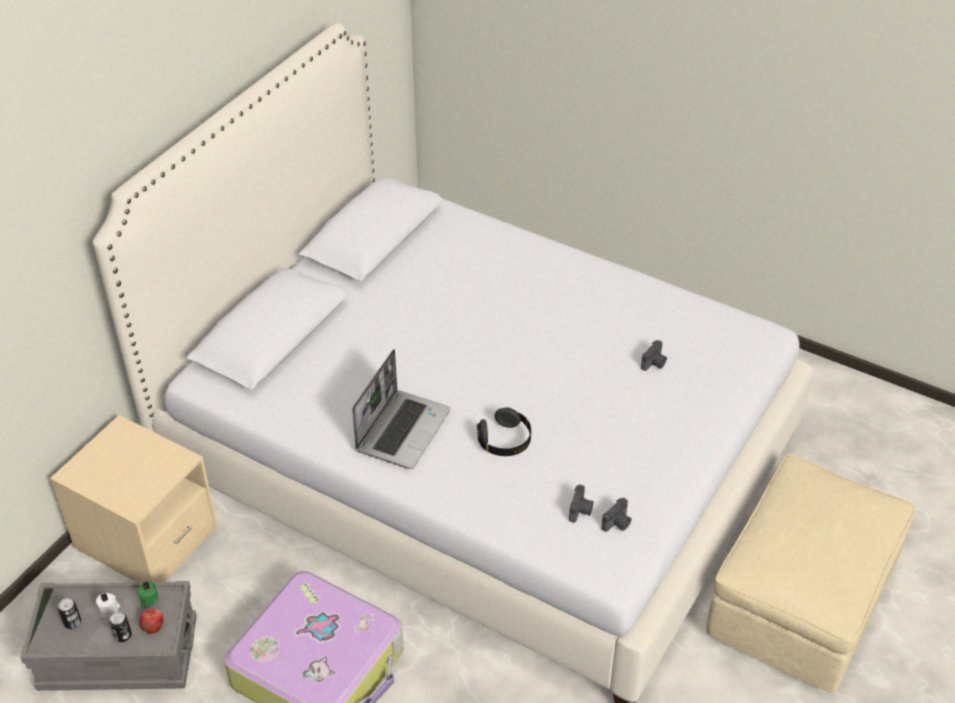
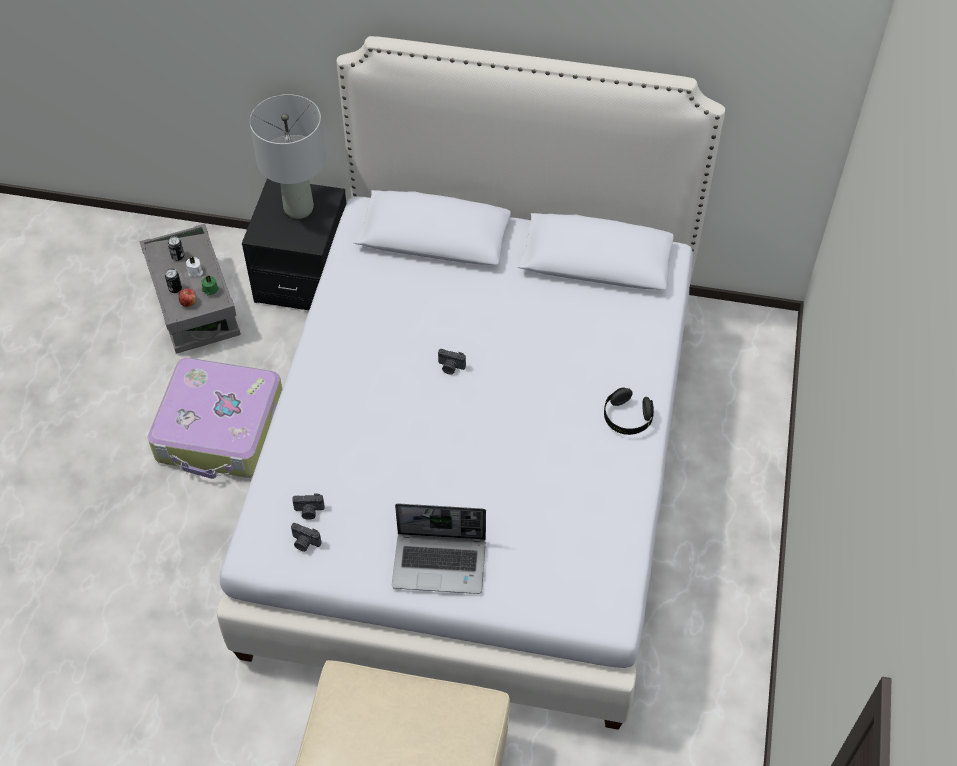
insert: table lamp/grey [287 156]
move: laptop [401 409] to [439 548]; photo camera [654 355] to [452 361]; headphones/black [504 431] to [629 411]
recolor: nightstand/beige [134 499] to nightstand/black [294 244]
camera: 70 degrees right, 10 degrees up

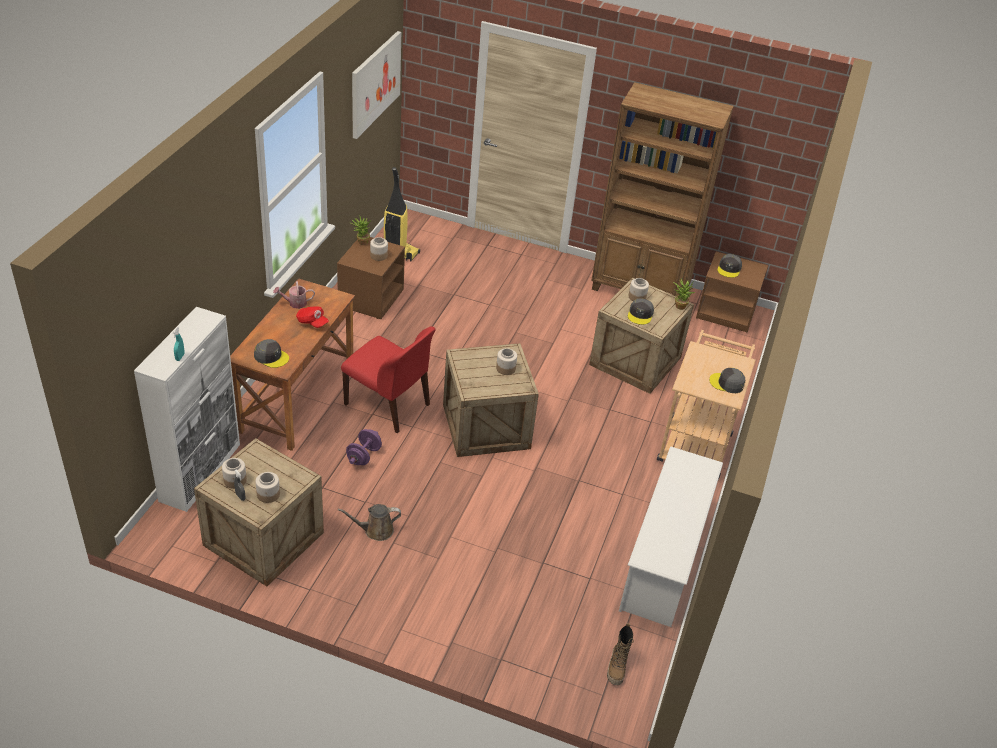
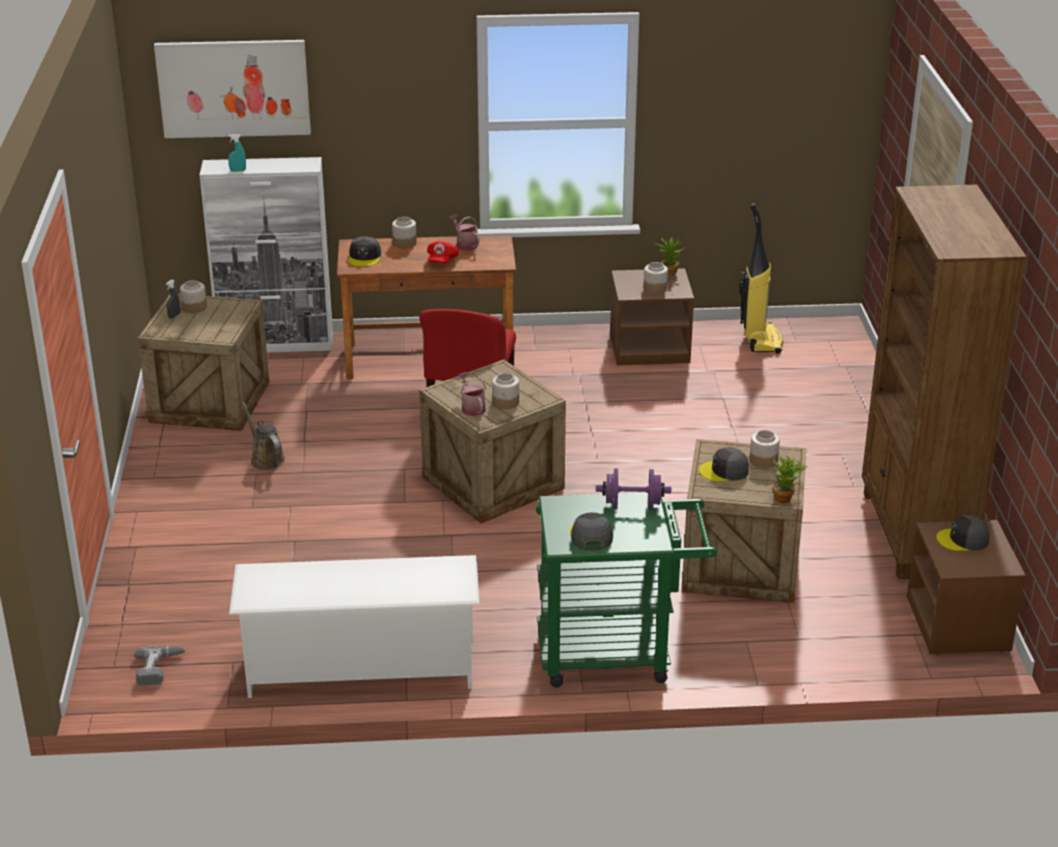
insert: watering can [472 394]
move: picture [376 85] to [232 89]; jar [268 487] to [404 232]; dumbbell/purple [364 447] to [633 489]
replace: boot [620 654] to power drill [160 666]
recolor: cart/beige [706 404] to cart/green [626 589]
camera: 70 degrees right, 10 degrees down

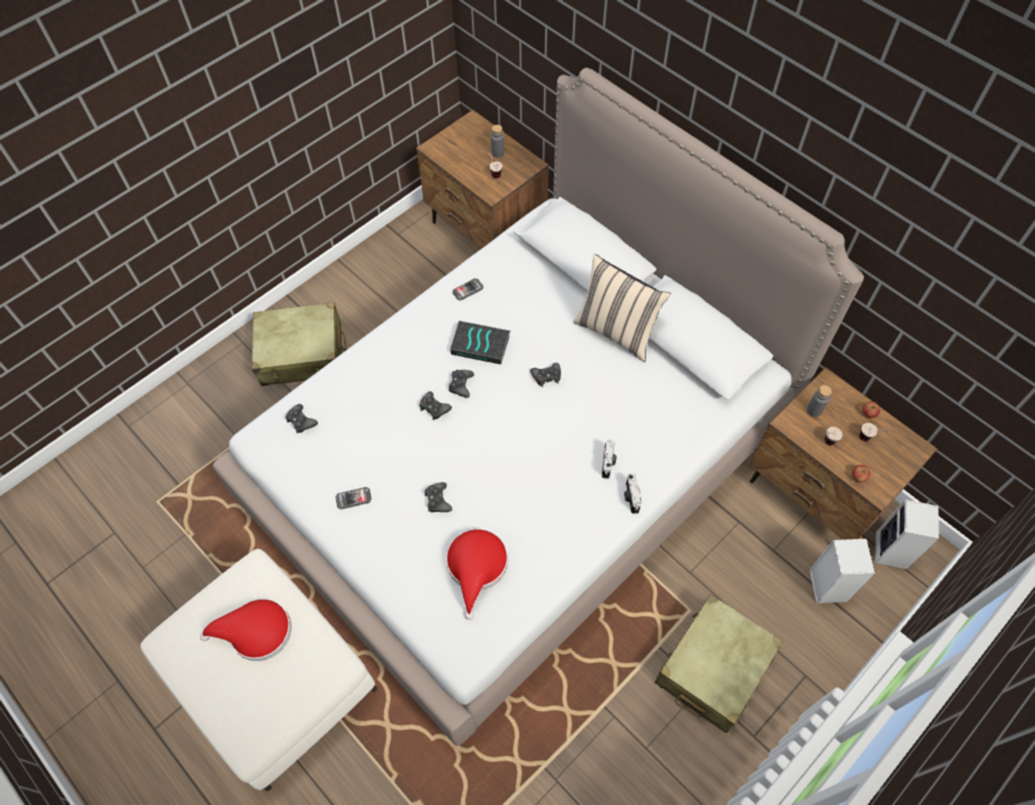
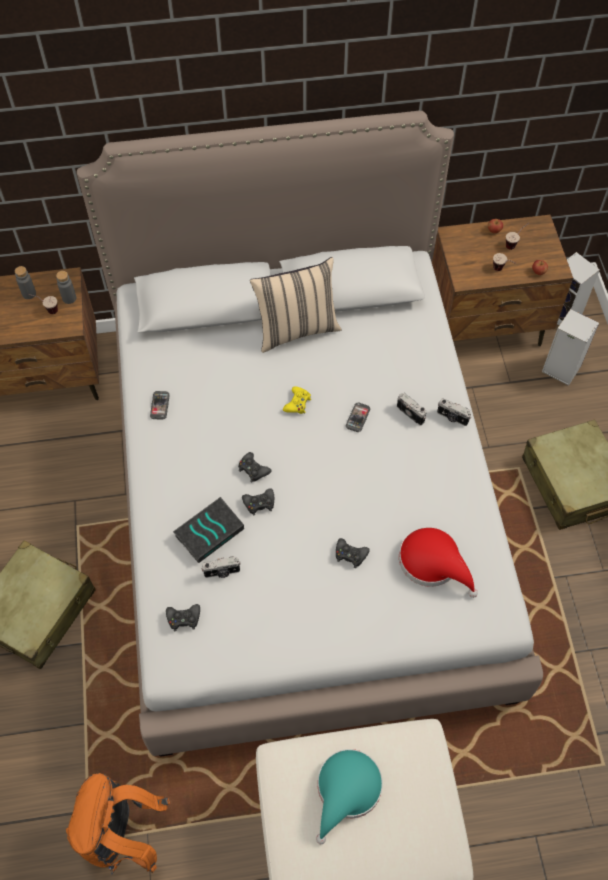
insert: backpack/orange [118 824]; photo camera [221 567]
move: bottle/grey [819 401] to [66 287]; book [480 342] to [208 530]; phone [354 498] to [358 417]
recolor: game controller/black [545 375] to game controller/yellow [297 400]; hat/red [246 629] to hat/turquoise [349 796]
camera: 55 degrees left, 0 degrees up

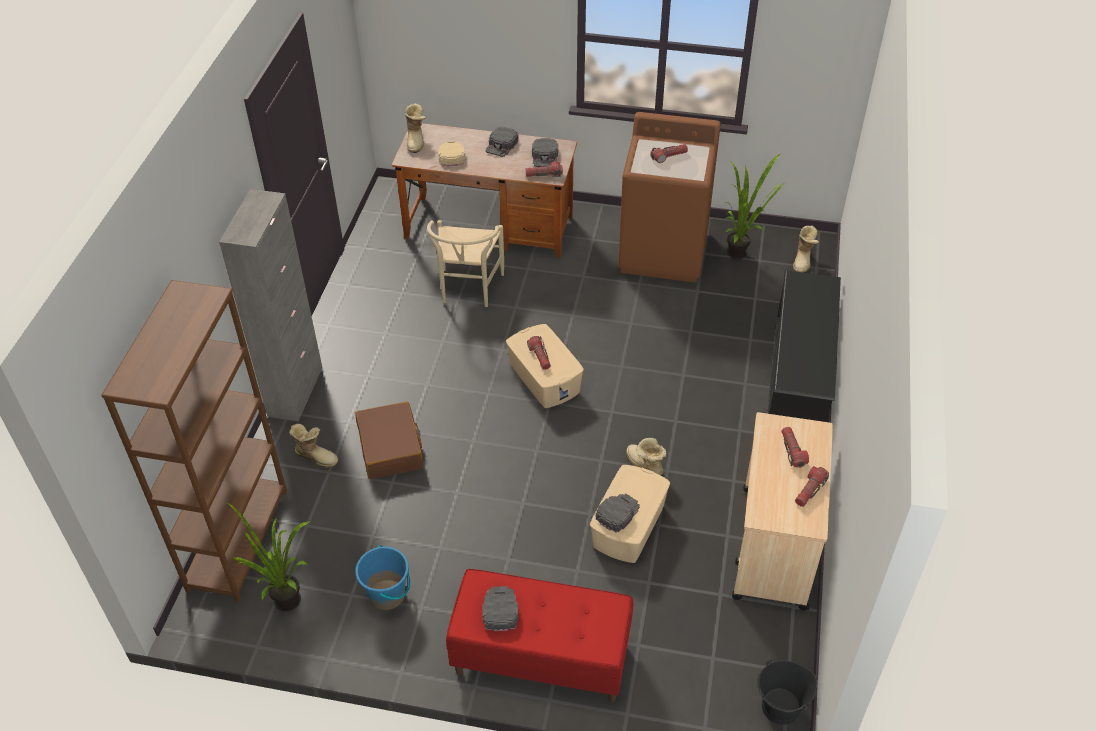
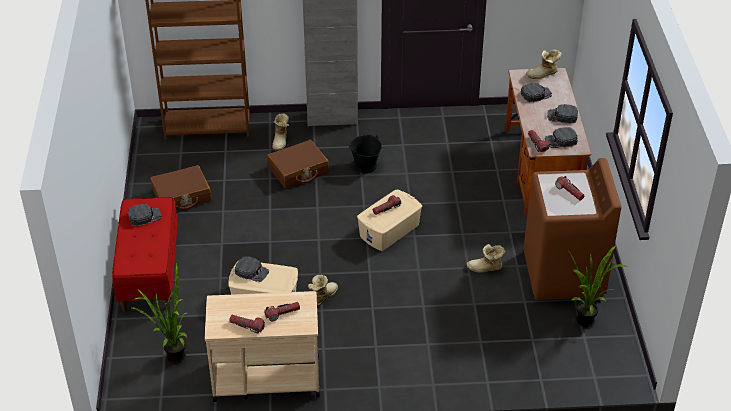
delete: chair/beige [465 263]; shoe rack/black [804 346]
move: potted plant [268 557] to [160 313]; bucket/black [787 692] to [365 154]; boot [806 249] to [486 258]
replace: bucket/blue [382 577] to suitcase/brown [180 187]
recolor: cap/beige [451 154] to cap/black [536 92]
camera: 75 degrees right, 5 degrees down

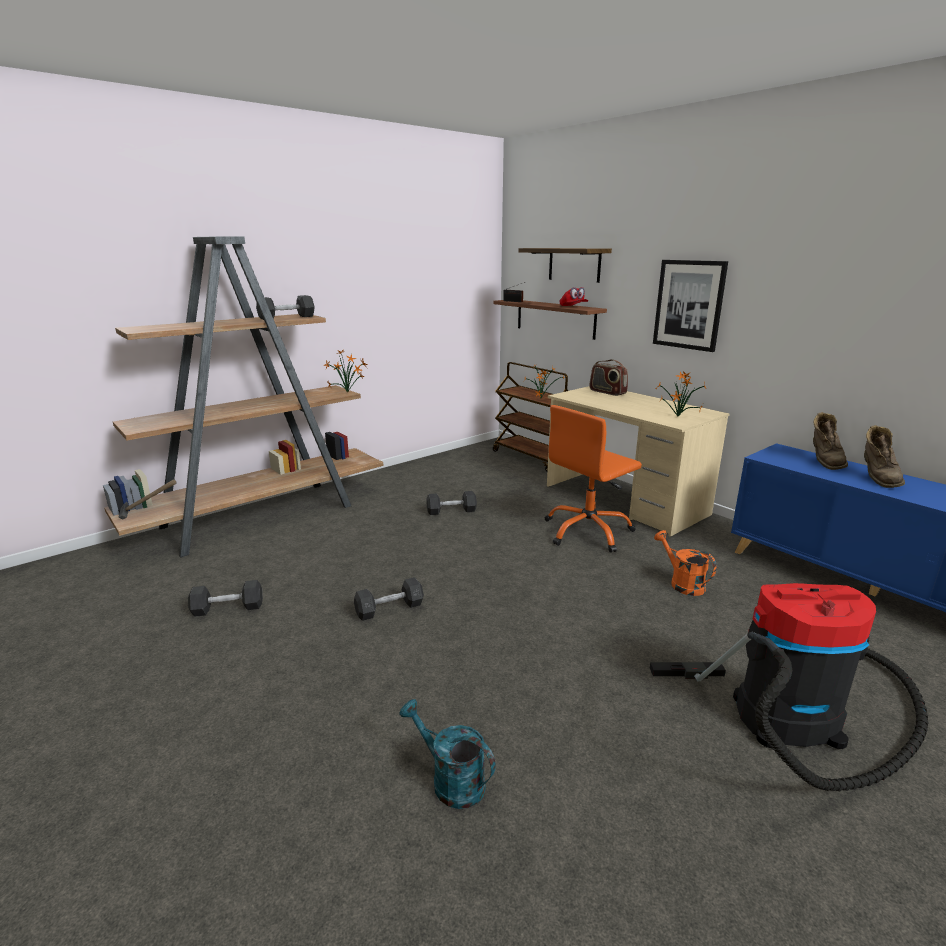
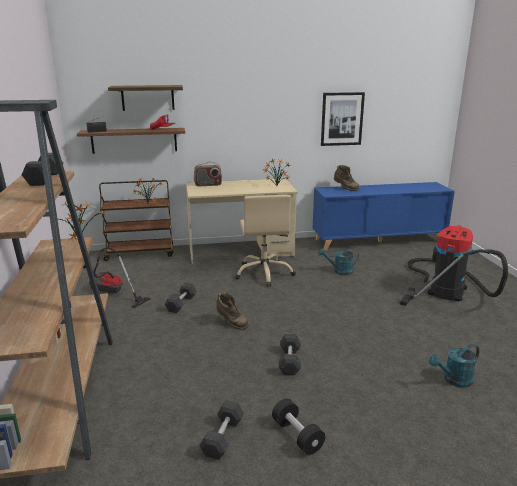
delete: hammer [147 499]
insert: vacuum cleaner [120 277]; dumbbell/black [298 427]
move: boot/brown [884 456] to [232 311]; picture [690 306] to [343 119]
recolor: office chair/orange [593 479] to office chair/beige [265 241]; watering can/orange [685 563] to watering can/turquoise [338 261]
camera: 60 degrees left, 0 degrees up

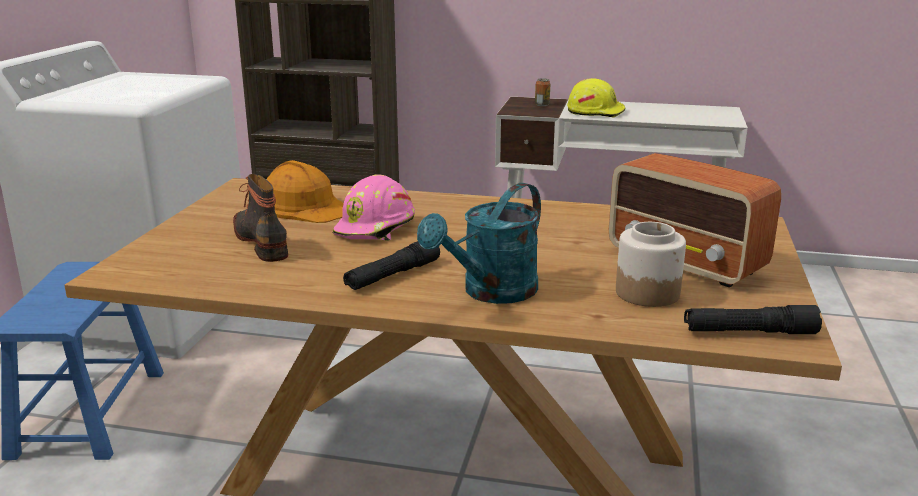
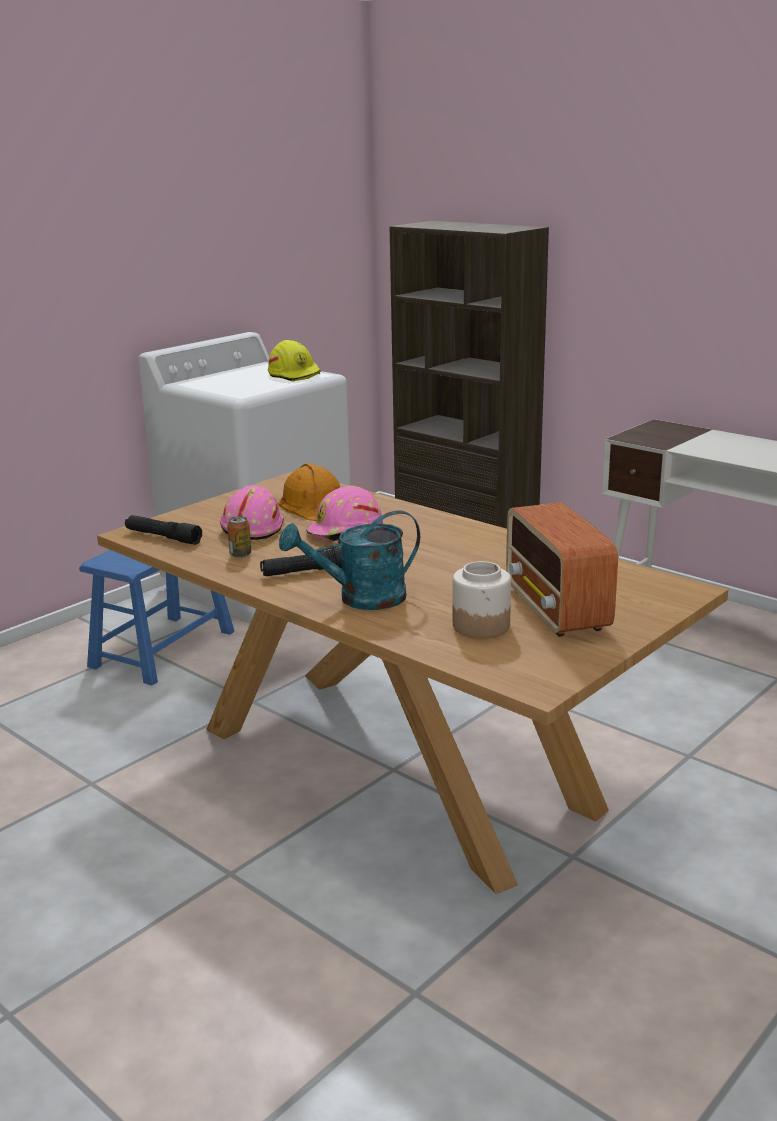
move: flashlight/black [753 319] to [163 530]; can [543 92] to [239 537]; hard hat/yellow [596 97] to [294 361]
replace: boot [260 218] to hard hat/pink [252 512]
camera: 30 degrees right, 0 degrees up

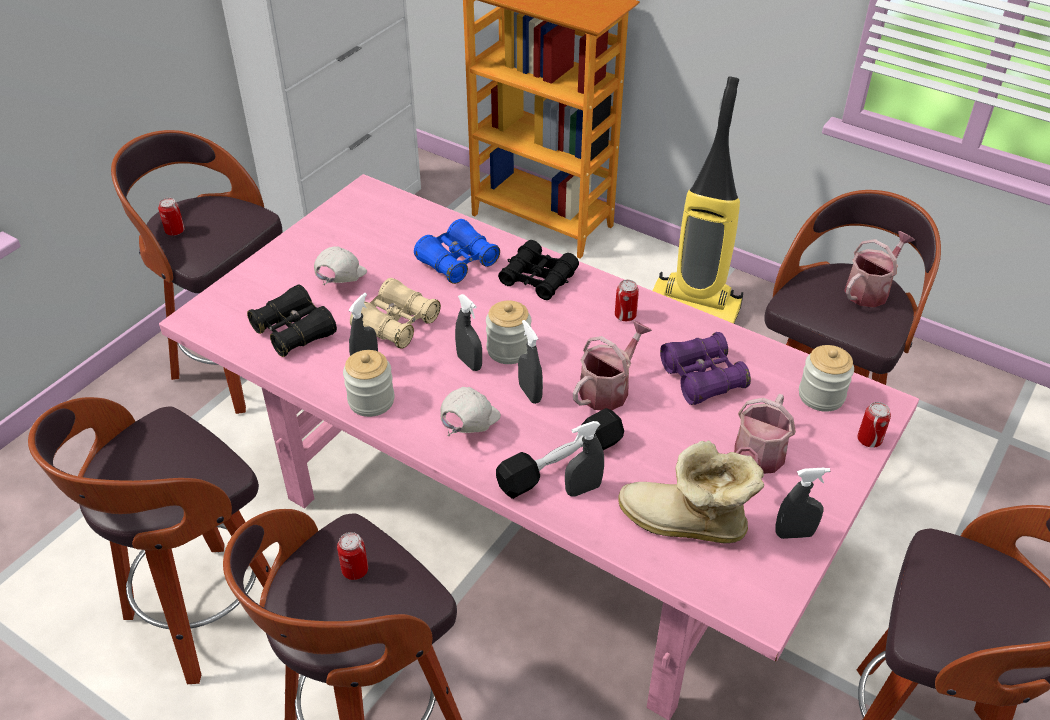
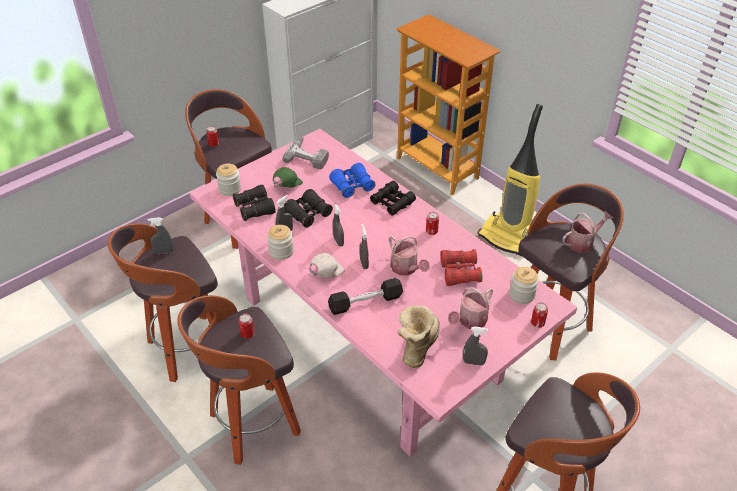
insert: power drill [305 152]
move: spray bottle/grey [584 459] to [160 235]; jar [508 332] to [228 180]
recolor: cap/white [340 265] to cap/green [288 177]; binoculars/beige [395 313] to binoculars/black [308 208]; binoculars/purple [705 368] to binoculars/red [461 267]
rotate: watering can [612 365] = [409 256] 90 degrees clockwise; boot [691 491] = [419 336] 75 degrees clockwise
camera: 15 degrees right, 0 degrees up

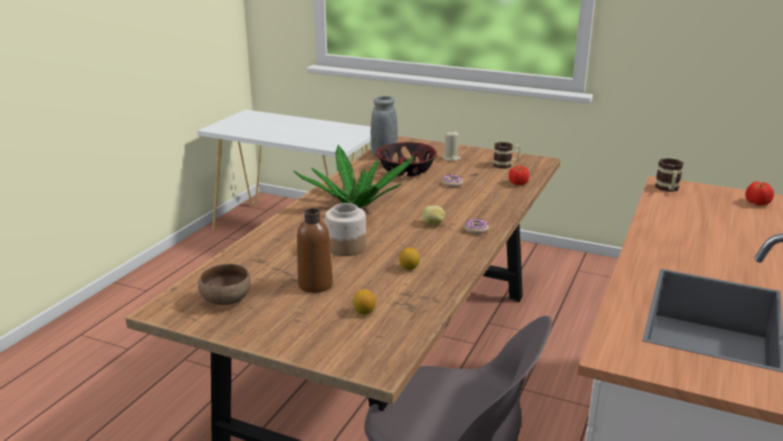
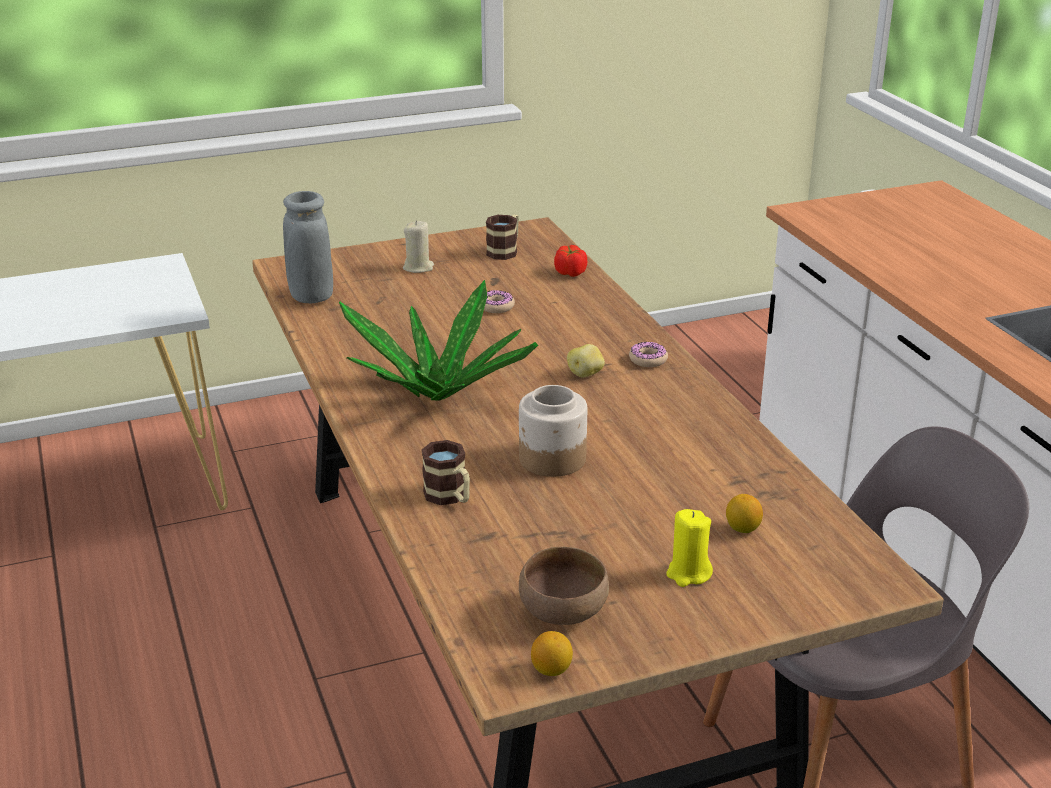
delete: bottle/brown [315 250]; bowl [406 159]; tomato [759 193]
insert: candle/yellow [689 548]
move: mug [669 175] to [445 472]; lemon [409 259] to [552 653]
camera: 45 degrees left, 5 degrees up

